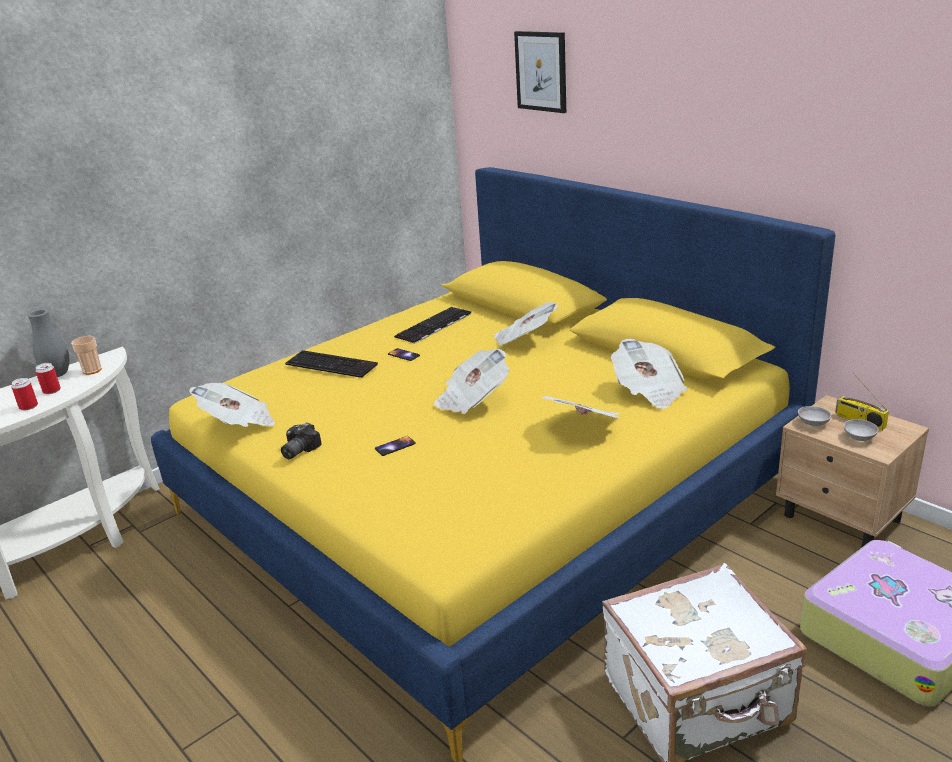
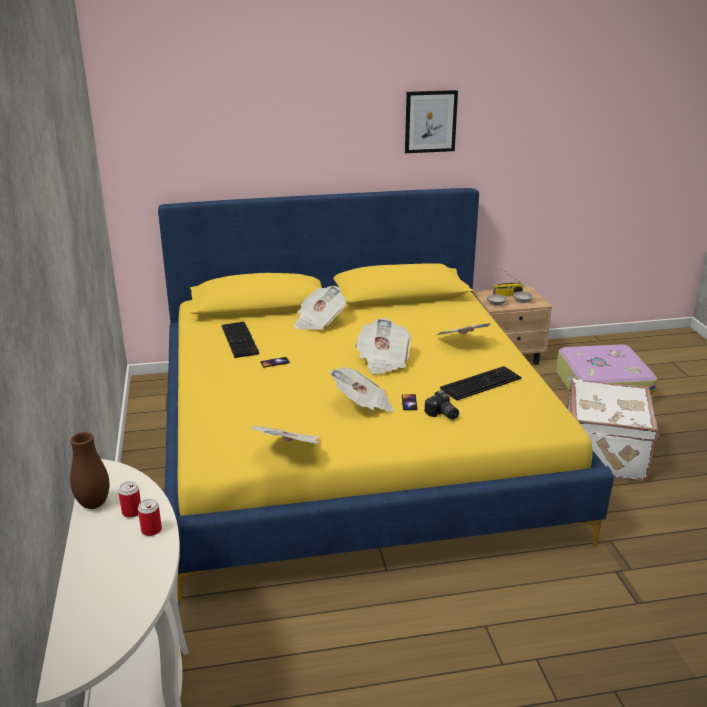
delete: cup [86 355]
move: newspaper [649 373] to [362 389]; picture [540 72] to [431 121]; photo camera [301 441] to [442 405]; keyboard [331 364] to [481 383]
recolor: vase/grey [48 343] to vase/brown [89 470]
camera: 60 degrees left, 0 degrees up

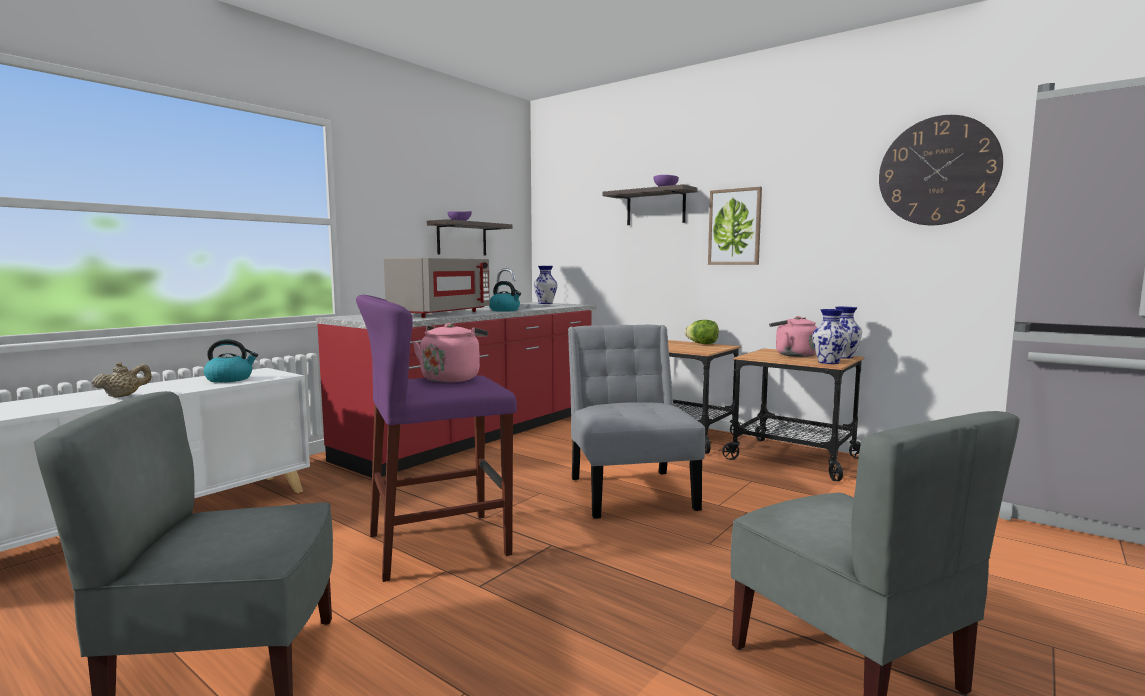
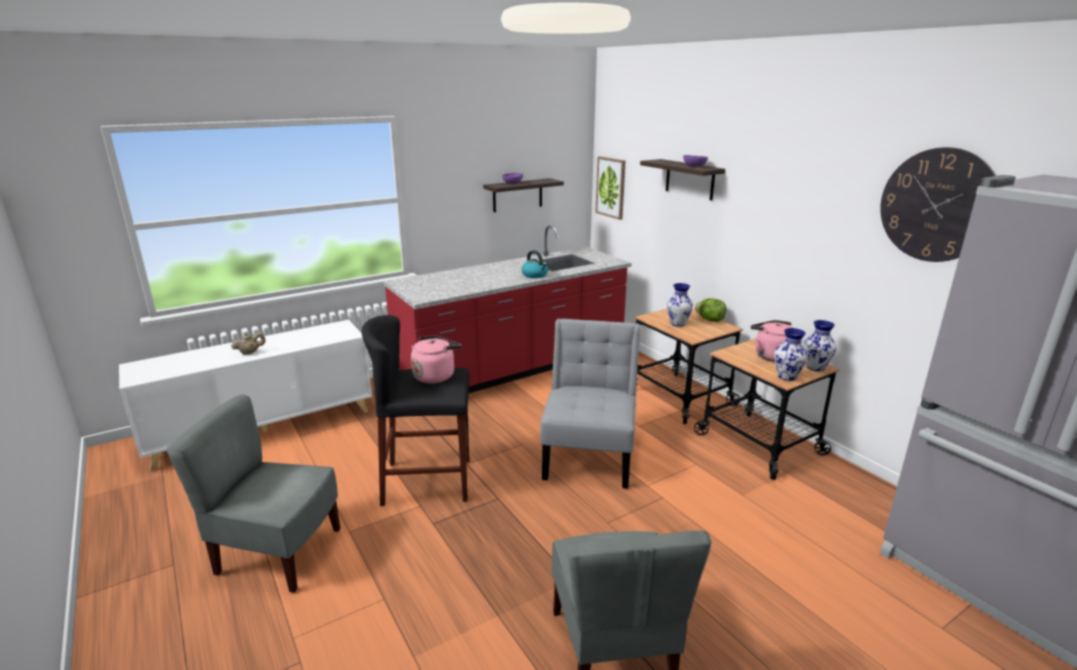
delete: kettle [231 361]; microwave/grey [437 287]
move: picture [735 226] to [610 188]; vase [545 285] to [680 305]
recolor: stool/purple [436 438] to stool/black [416 410]
camera: 20 degrees right, 15 degrees up

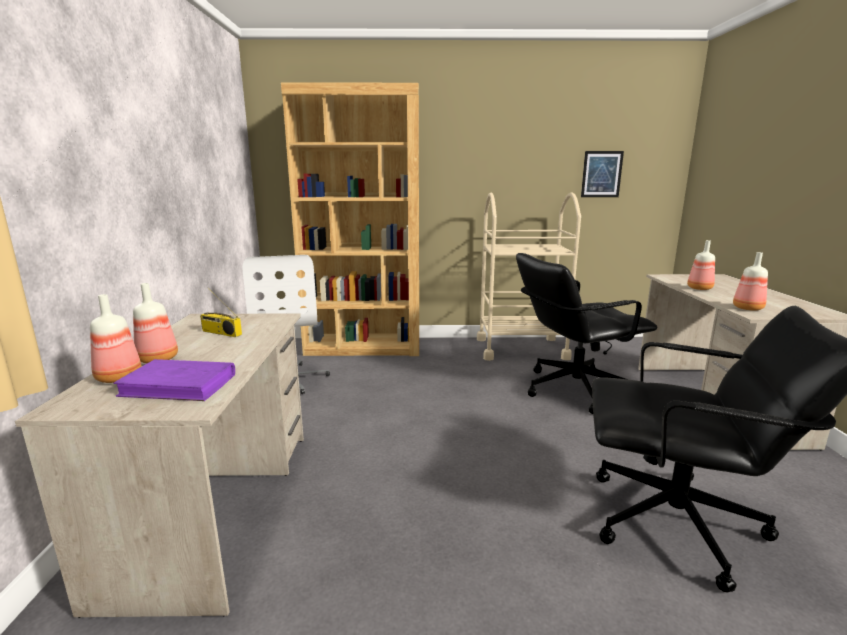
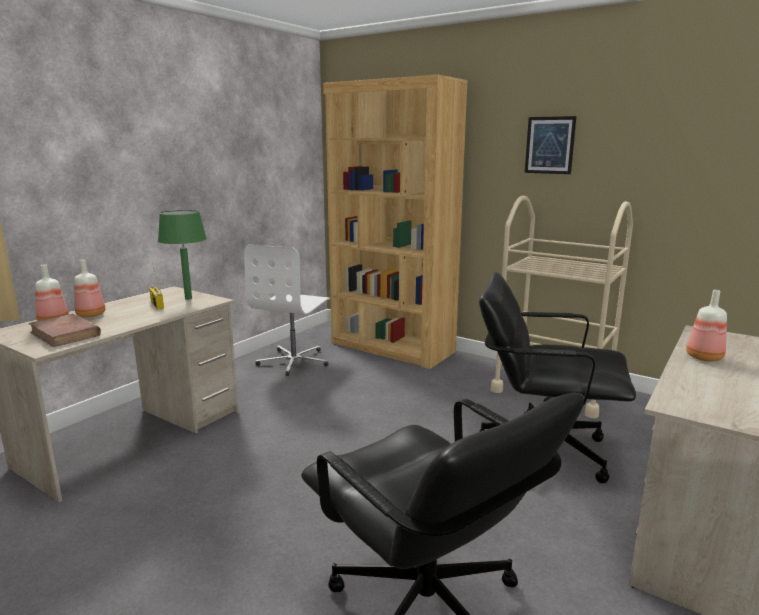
delete: bottle [750 281]
insert: table lamp/green [182 255]
move: picture [602 174] to [551 145]
recolor: book/purple [174 380] to book/brown [65 330]
camera: 35 degrees right, 0 degrees up

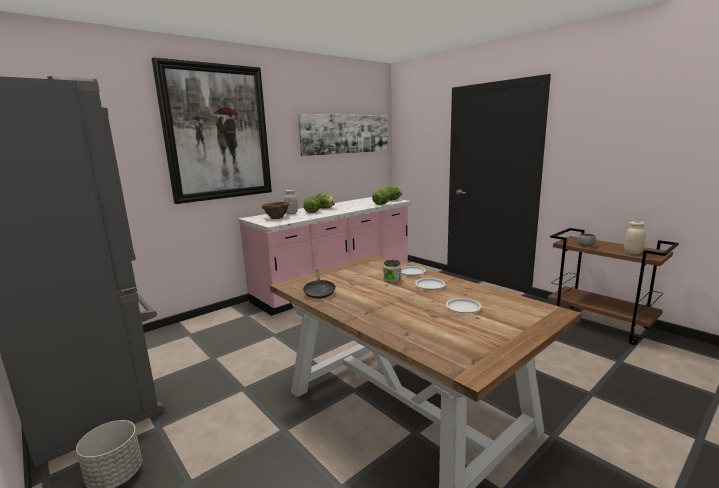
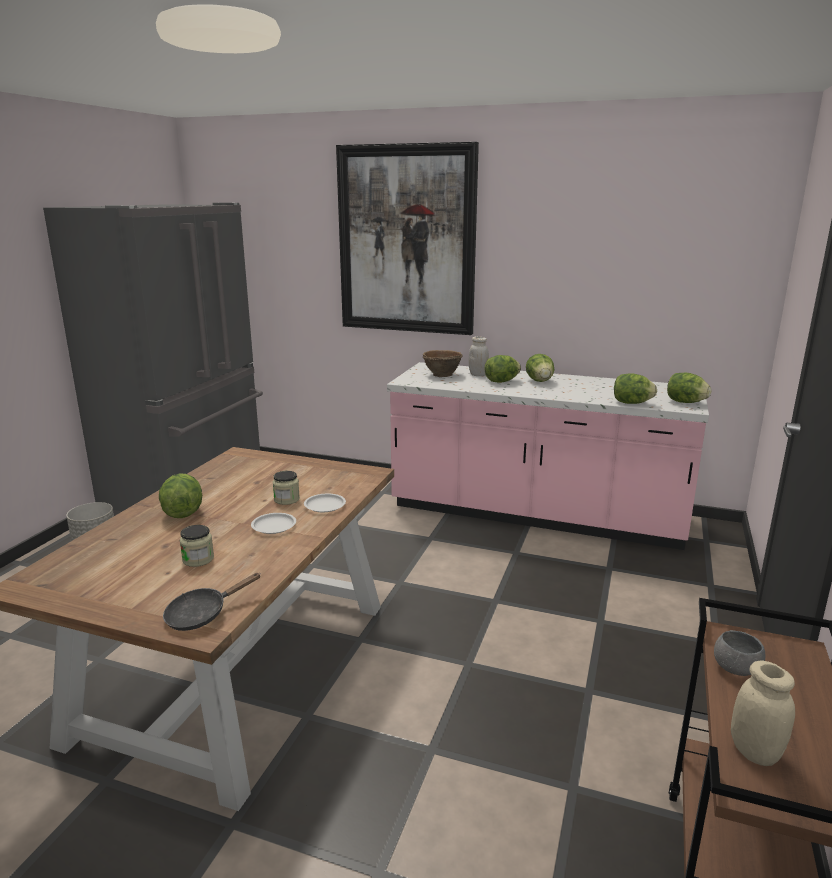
delete: picture [343 135]
insert: lettuce [180 495]
move: frying pan/black [319 284] to [212 602]
replace: plate/white [463 305] to jar [197 546]
camera: 60 degrees right, 5 degrees up

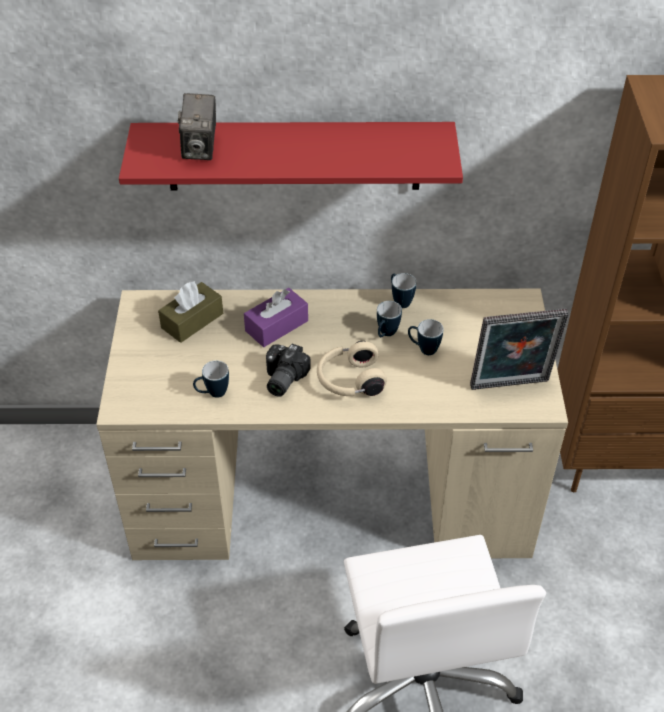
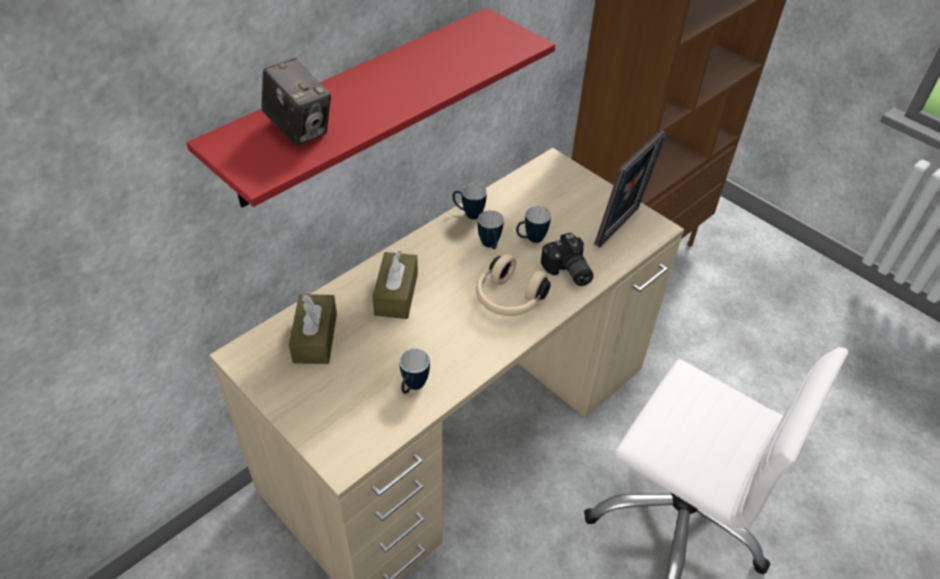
move: photo camera [288 370] to [567 259]
recolor: tissue box/purple [276 317] to tissue box/brown [395 285]
camera: 45 degrees left, 0 degrees up

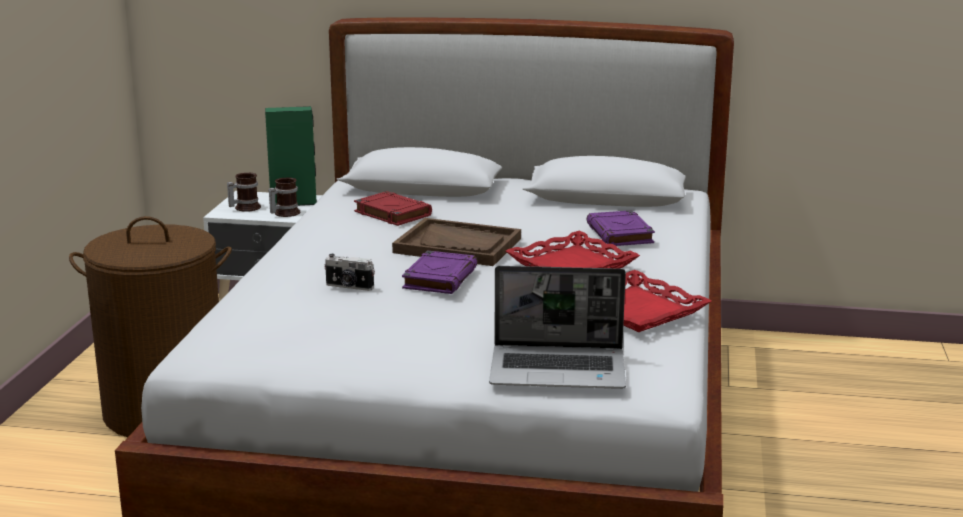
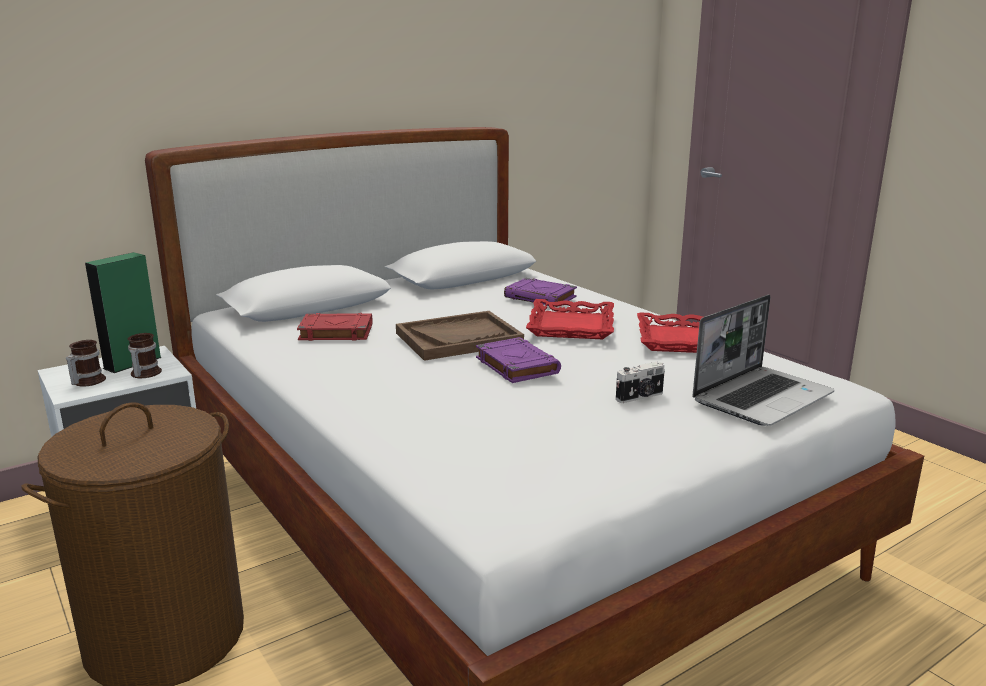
move: photo camera [350 272] to [640 382]
camera: 45 degrees left, 0 degrees up

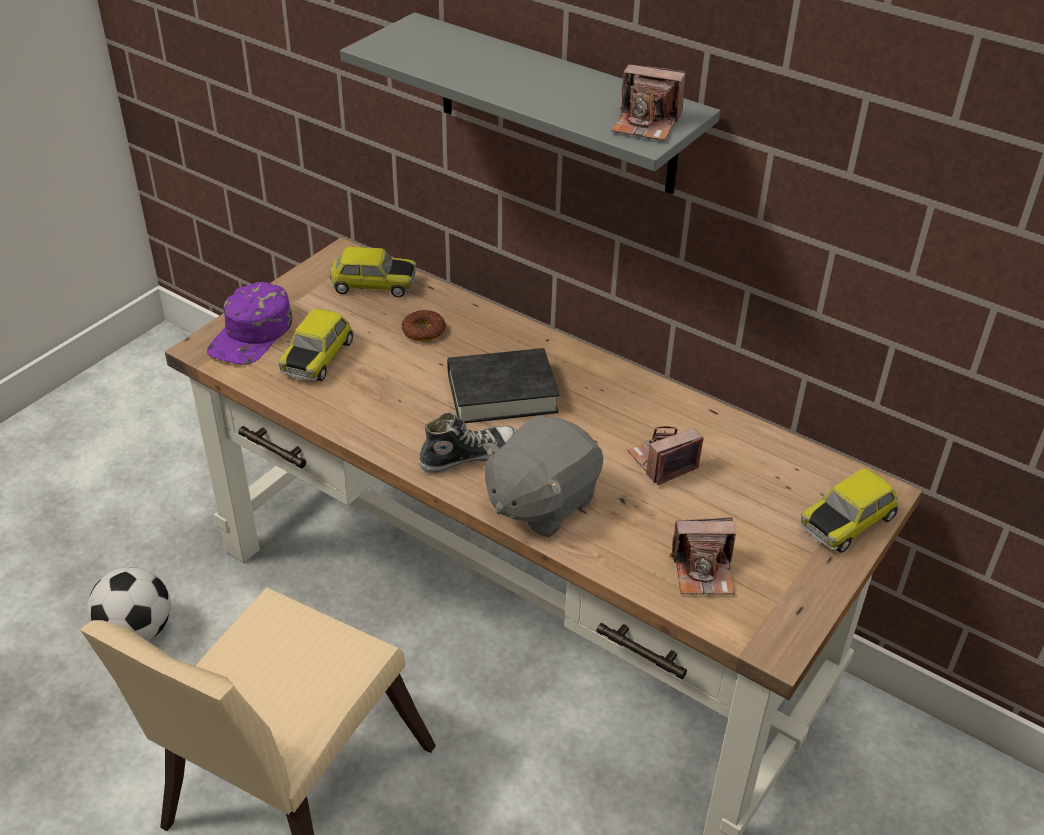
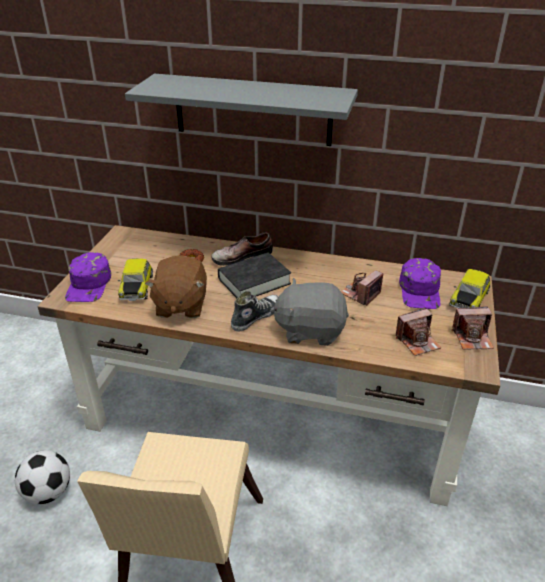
delete: toy car [373 272]
insert: plush toy/brown [176 286]; shoe [242 249]; cap/purple [420 283]
move: photo camera [648 102] to [473 328]
rotate: plush toy/grey [543 476] = [309 312] 75 degrees clockwise
camera: 20 degrees left, 5 degrees down

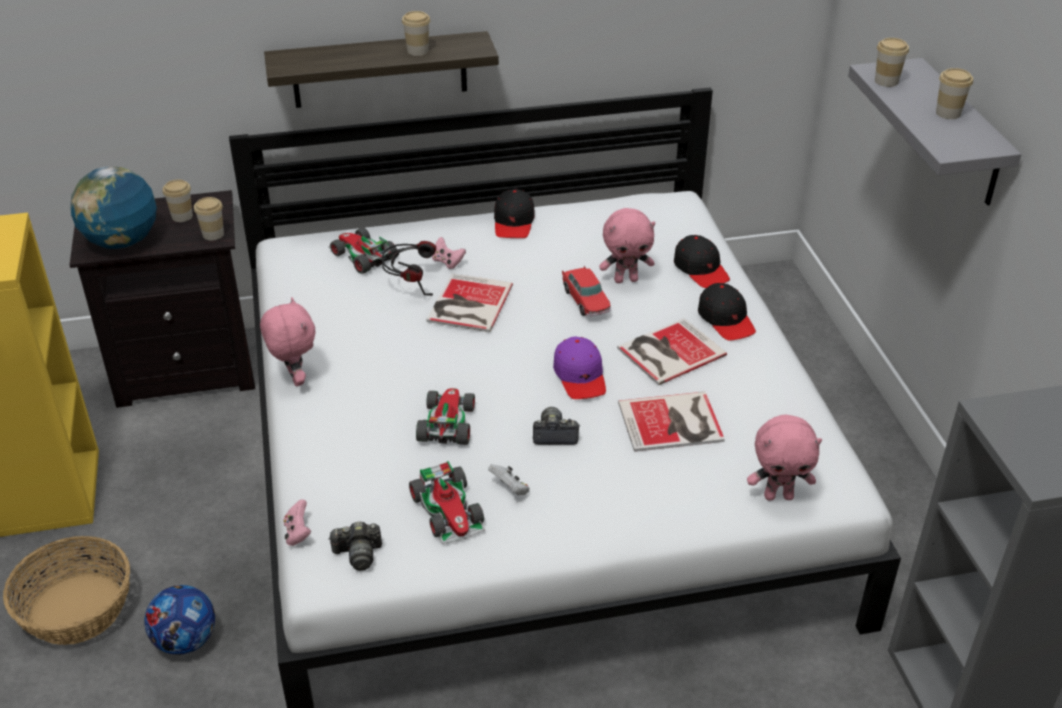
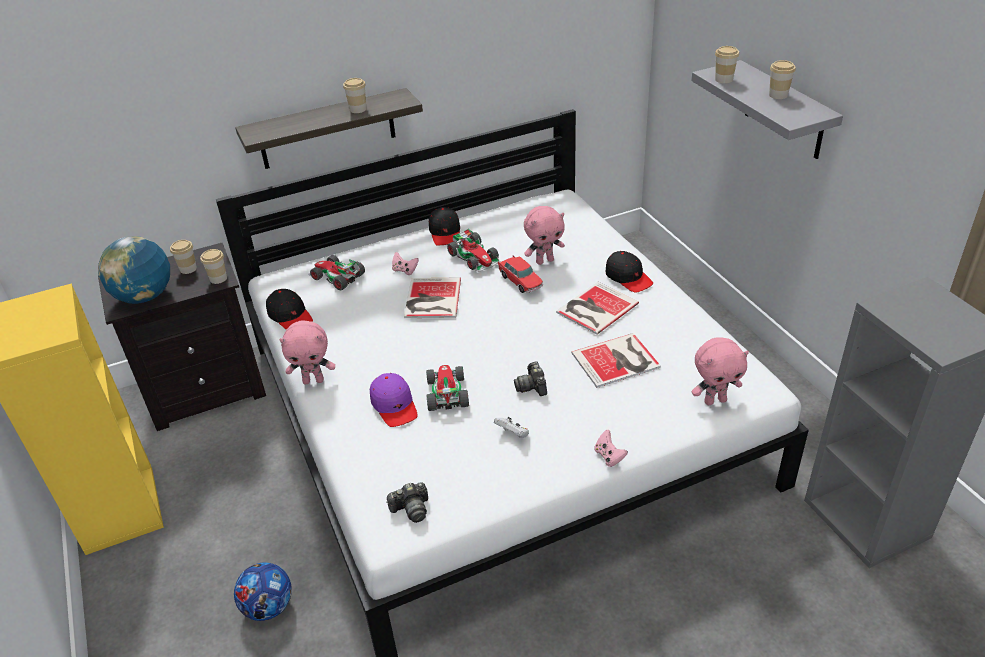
delete: basket [66 590]; headphones [409 268]
move: cap/black [702 261] to [289 309]; cap/purple [579 368] to [394 400]; toy car [447 502] to [474 250]; game controller/pink [297 522] to [611 448]
rotate: plush toy/pink [287 341] = [307 352] 120 degrees clockwise; photo camera [556 426] = [530 378] 90 degrees counterclockwise
camera: 10 degrees left, 0 degrees up

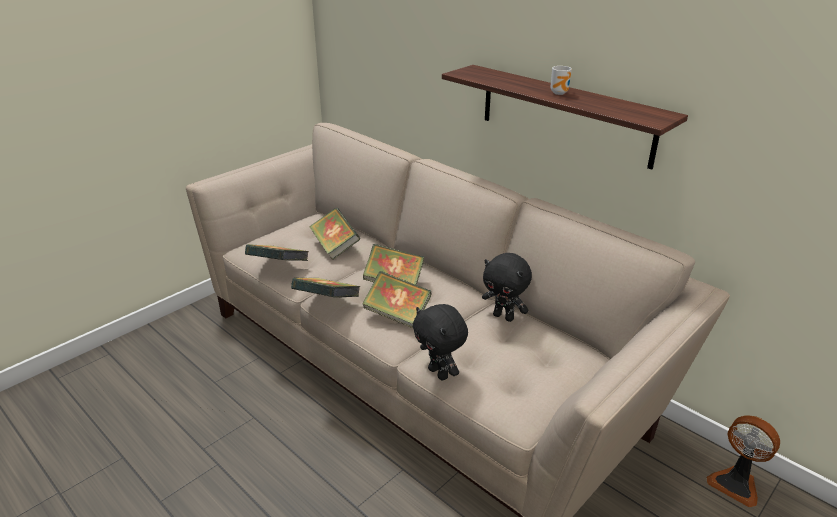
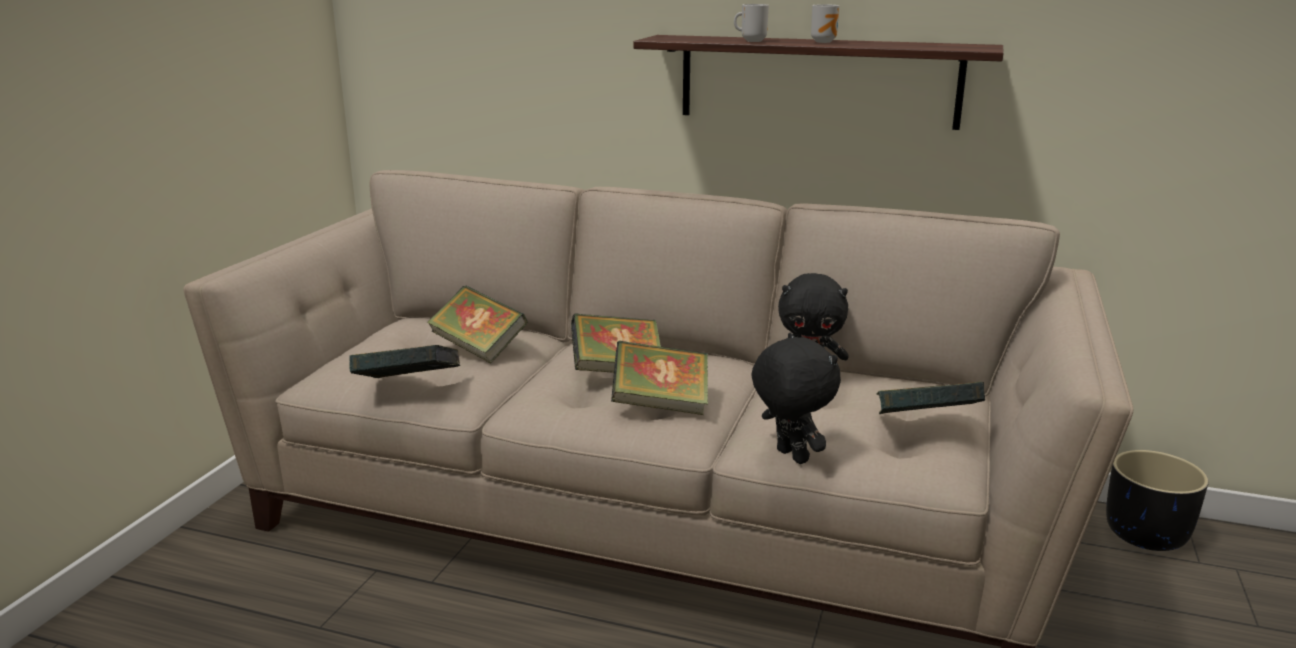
insert: mug [751 23]
move: book [325 288] to [931 398]
replace: fan [743 461] to planter/black [1157 500]
rotate: plush toy/black [440 342] = [796 398] 150 degrees counterclockwise
camera: 25 degrees left, 10 degrees down

